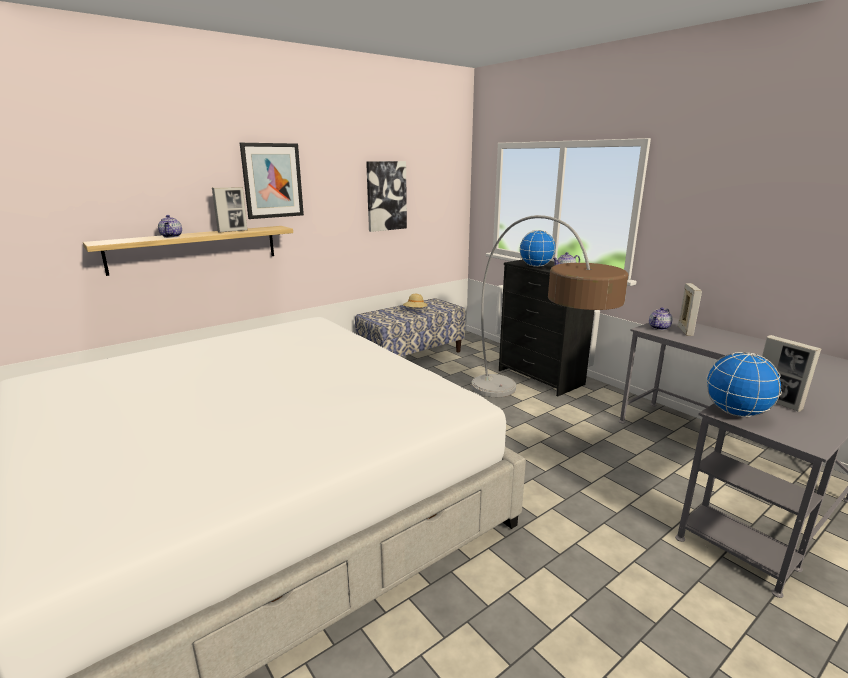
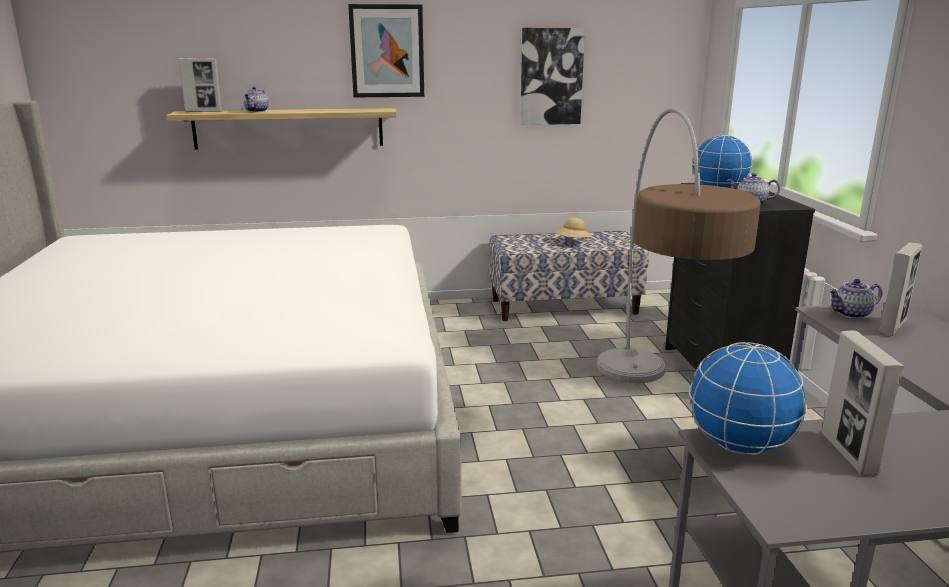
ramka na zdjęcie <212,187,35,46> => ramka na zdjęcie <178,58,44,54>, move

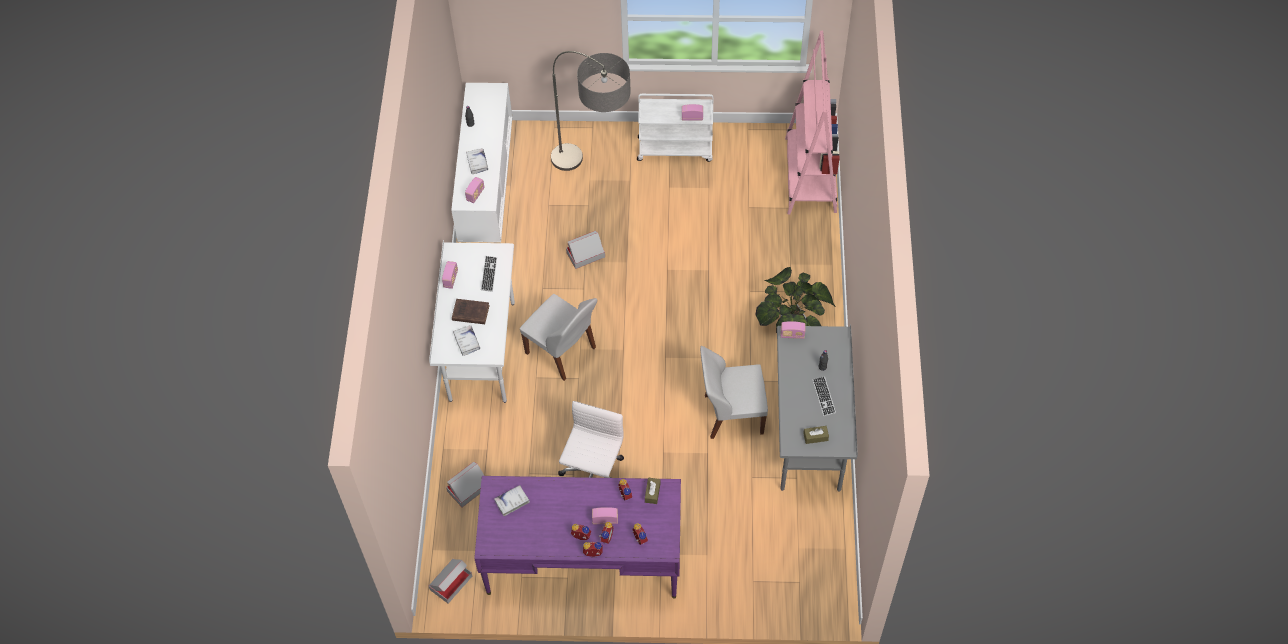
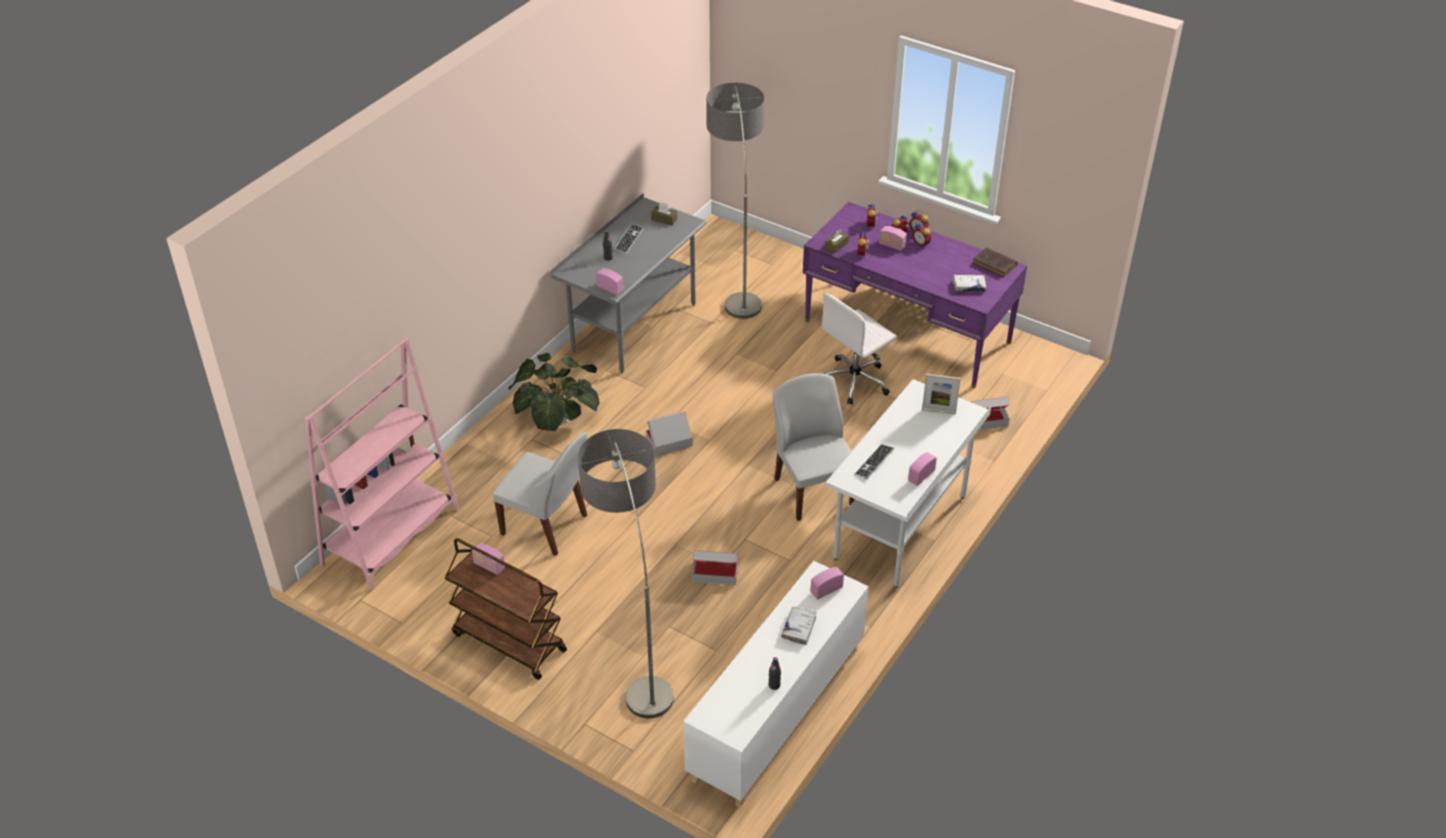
karton <429,559,43,45> => karton <646,411,47,45>, move
książka [brązowy] <452,299,38,25> => książka [brązowy] <972,247,46,31>, move
książka [biały] <453,325,27,31> => ramka na zdjęcie <922,374,39,40>
wózek [biały] <637,94,77,68> => wózek [brązowy] <444,538,123,142>
krzesło [biały] <700,346,68,93> => krzesło [biały] <492,432,96,124>, move
nothing => lampa stojąca <706,82,59,237>

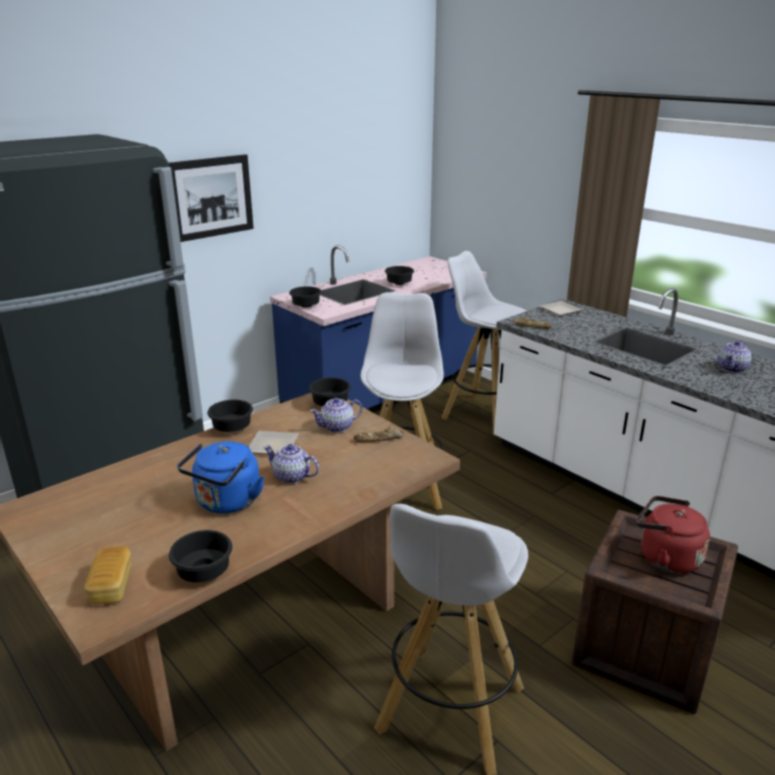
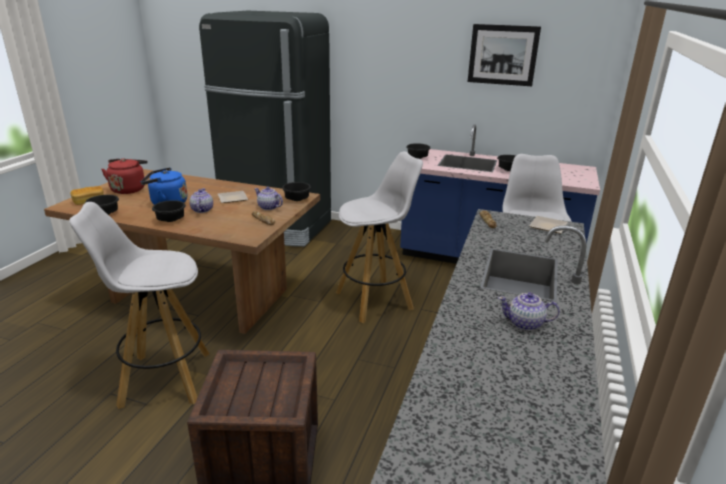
obraz <169,154,85,88> => obraz <468,24,73,62>, move
miska [czarny] <207,399,46,33> => miska [czarny] <152,200,34,22>, move
czajnik [czerwony] <636,496,74,78> => czajnik [czerwony] <101,158,47,36>, move

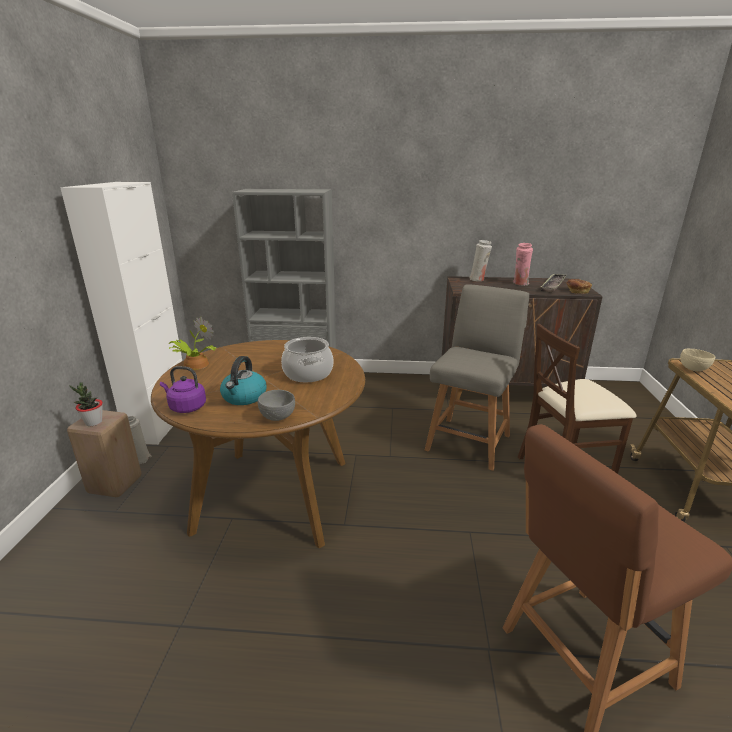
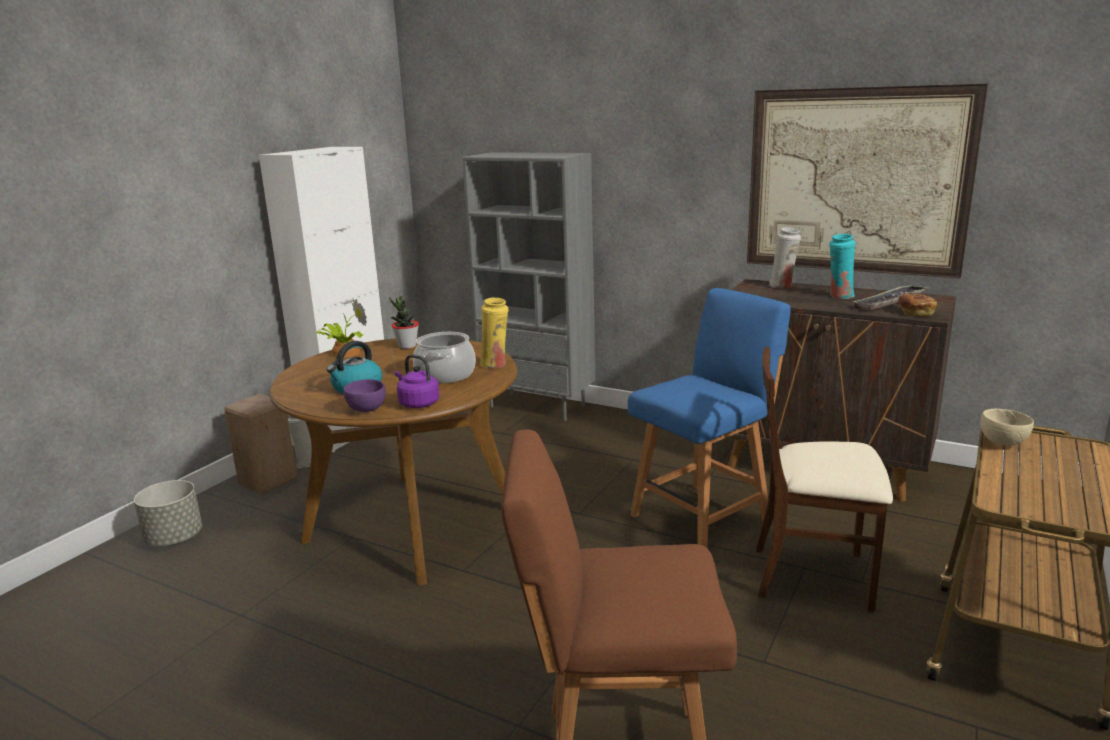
roślina doniczkowa <70,382,33,44> => roślina doniczkowa <389,296,30,53>, move
czajnik [fioletowy] <160,366,46,47> => czajnik [fioletowy] <395,354,44,54>, move
miska [szary] <258,390,37,31> => miska [fioletowy] <343,379,43,33>
krzesło [szary] <425,284,104,187> => krzesło [niebieski] <628,288,163,260>
wazon [różowy] <513,243,20,42> => wazon [turkusowy] <829,234,27,65>
nothing => donica [szary] <134,480,68,66>
nothing => wazon [żółty] <479,298,30,70>
nothing => obraz <747,83,241,196>

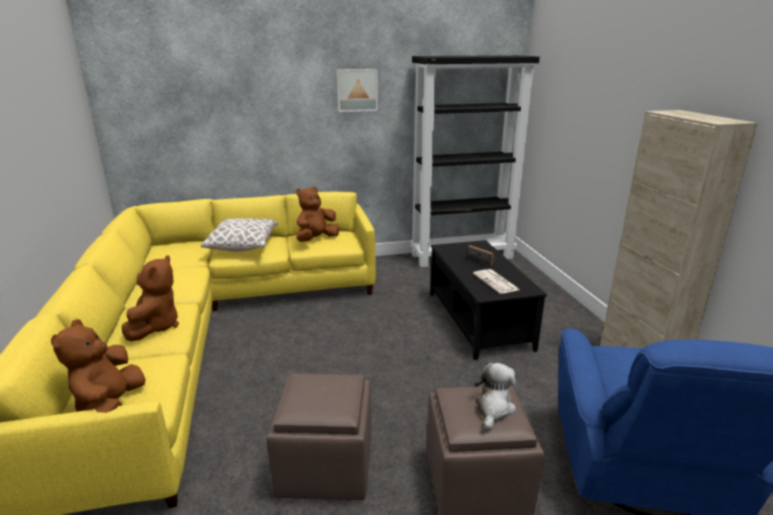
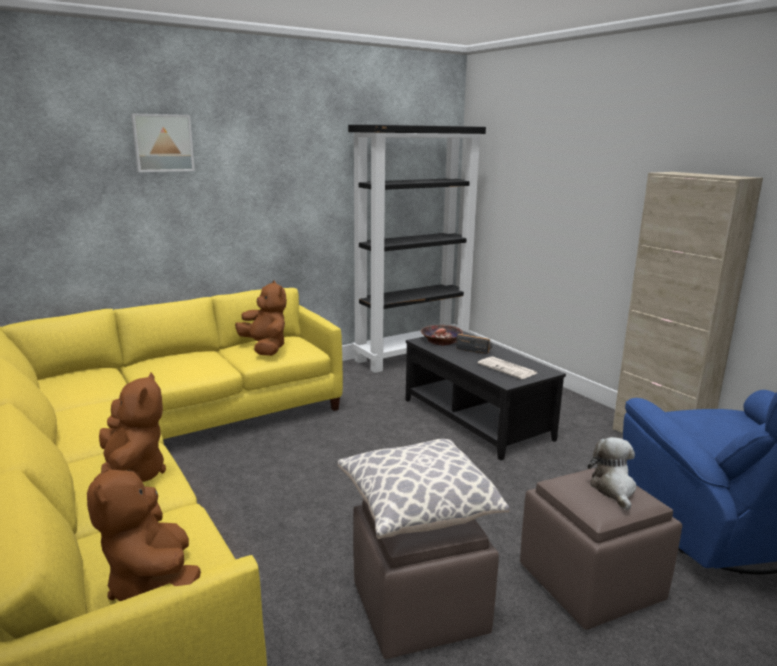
poduszka <201,218,77,34> => poduszka <338,439,171,100>, move
pluszak [brązowy] <296,187,43,55> => pluszak [brązowy] <235,280,52,76>, 120 degrees clockwise
obraz <337,69,41,43> => obraz <131,114,64,58>, move
nothing => miska <421,325,42,21>

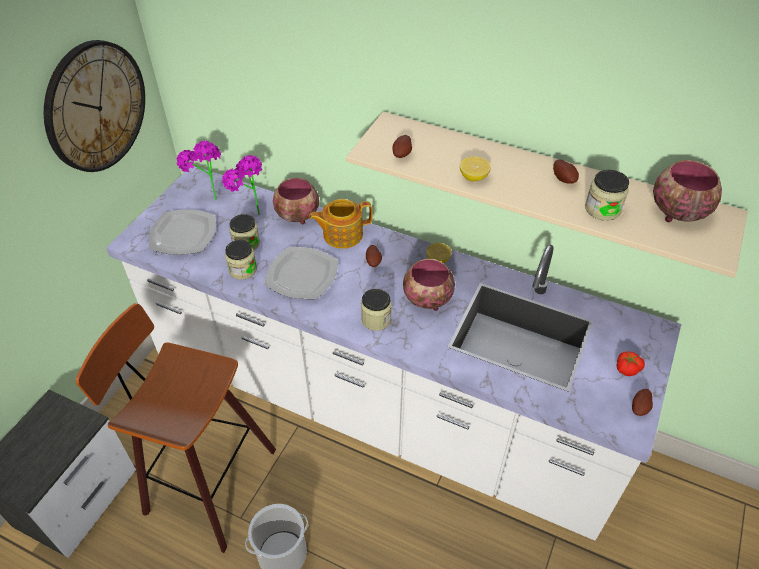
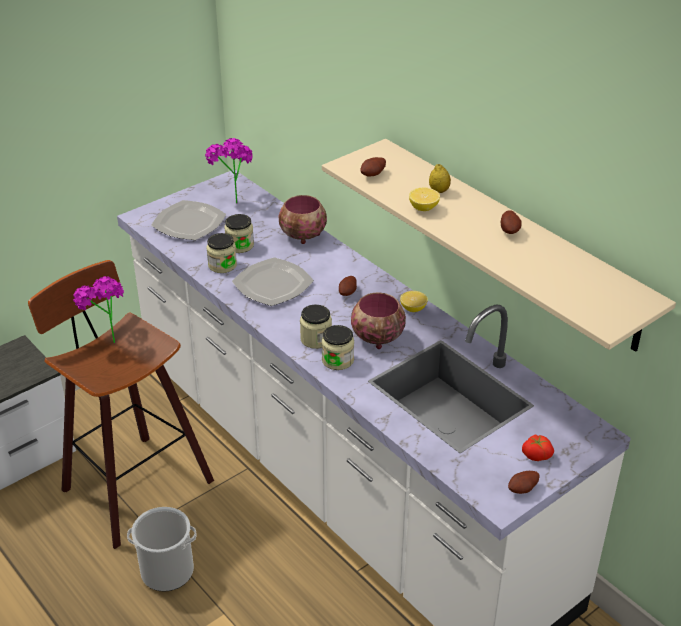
zegar ścienny <44,40,101,132> => nothing
roślina doniczkowa <222,155,40,60> => roślina doniczkowa <73,276,51,67>, move
imbryk <309,199,64,50> => nothing
słoik <585,170,44,51> => słoik <322,325,32,45>, move
miska <653,160,69,62> => nothing
nothing => cytryna <429,164,22,29>

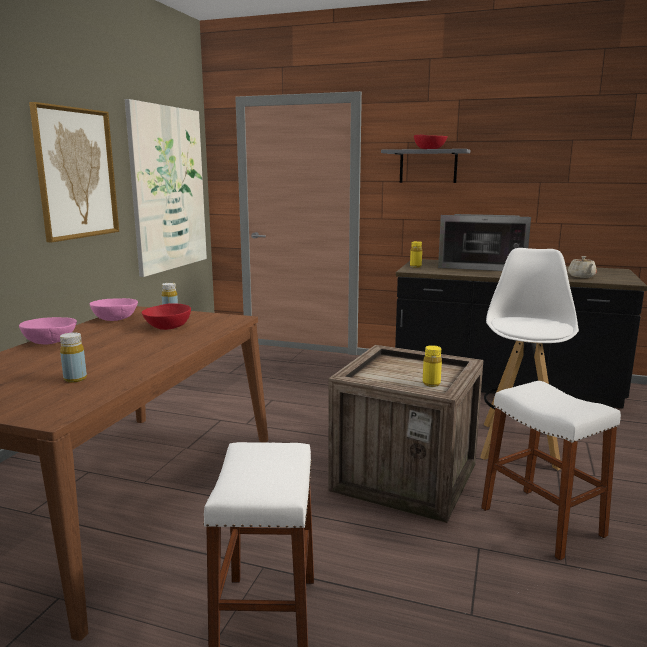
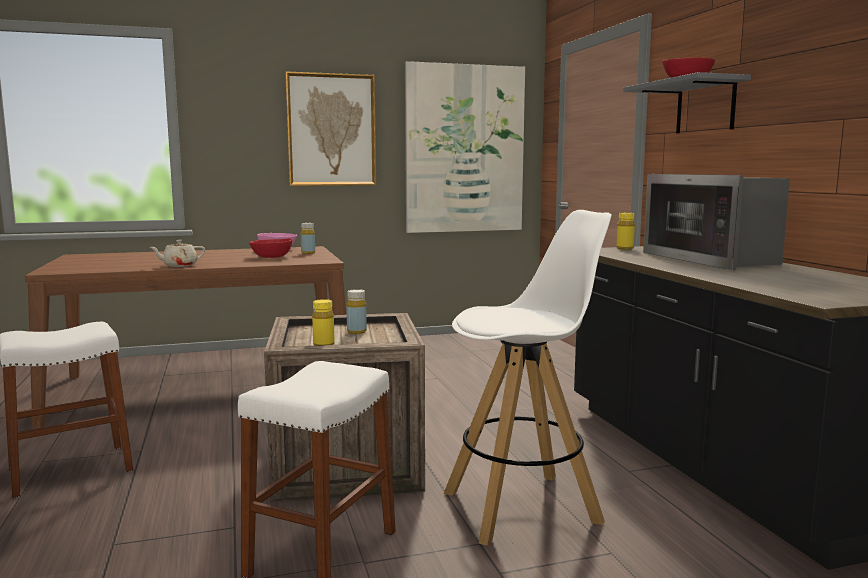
miska [różowy] <19,317,58,27> => nothing
butelka [żółty] <60,332,27,51> => butelka [żółty] <347,289,20,45>, move
imbryk [beżowy] <568,256,29,22> => imbryk [beżowy] <150,240,55,27>, move

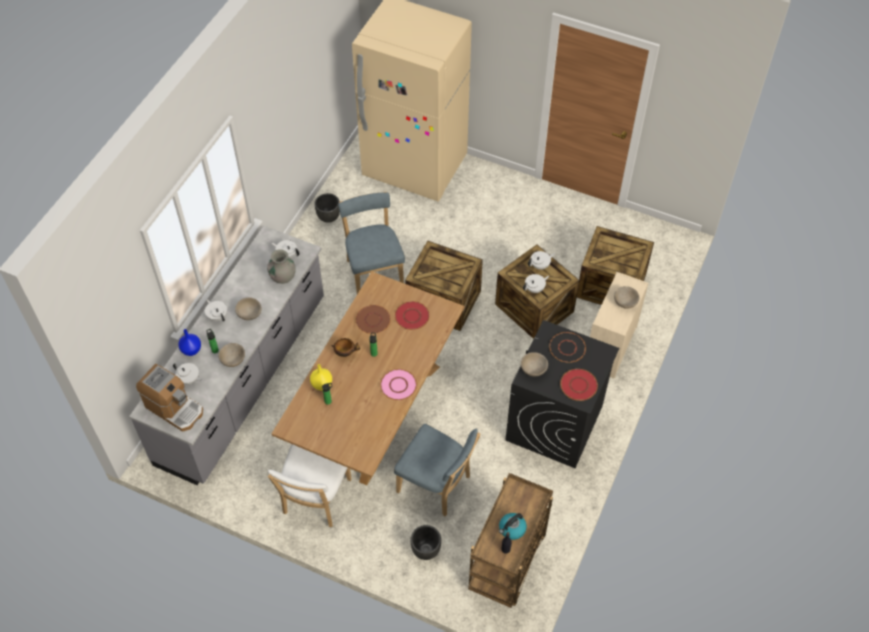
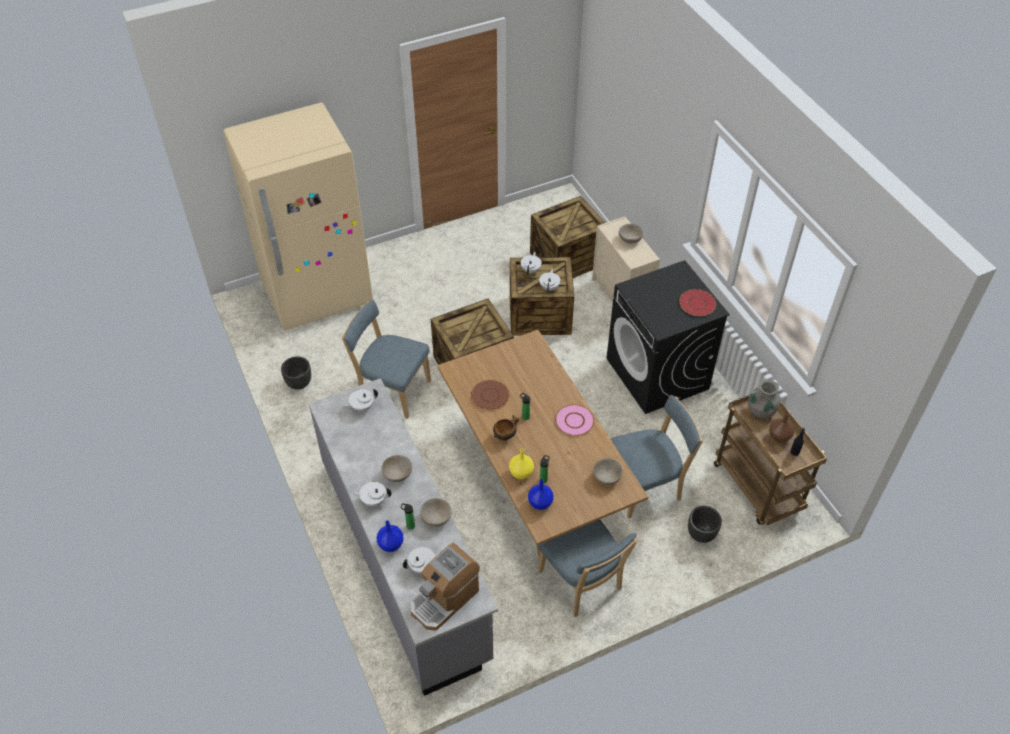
ekspres do kawy <136,364,67,68> => ekspres do kawy <410,543,70,88>, 150 degrees clockwise
wazon [szary] <267,249,29,35> => wazon [szary] <748,379,32,39>, move
krzesło [biały] <268,444,84,83> => krzesło [niebieski] <538,520,100,97>
talerz [czerwony] <395,301,35,29> => nothing
czajnik <499,513,28,27> => wazon [brązowy] <769,412,25,31>
miska [beżowy] <521,352,27,25> => miska [beżowy] <593,458,30,27>, move
talerz [czarny] <549,332,37,31> => nothing
nothing => wazon [niebieski] <528,479,26,31>

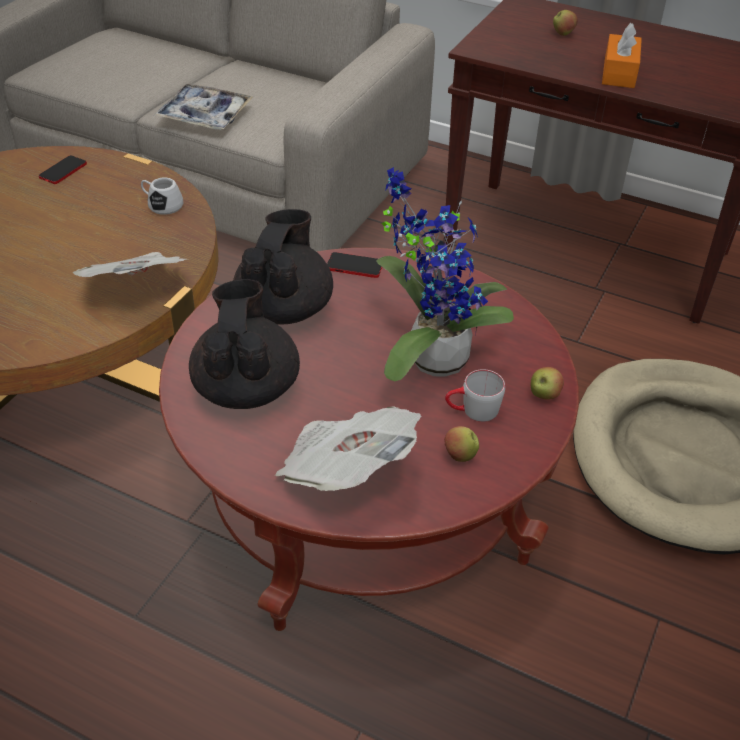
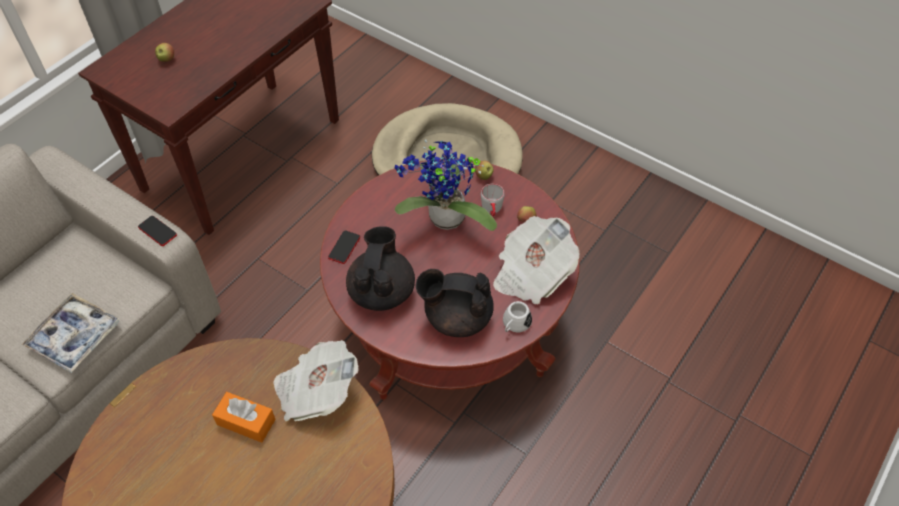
telefon <39,155,48,29> => telefon <138,216,39,30>, move
kubek [biały] <141,177,42,38> => kubek [biały] <503,301,29,31>, move
imbryk [czarny] <233,209,100,115> => imbryk [czarny] <346,226,69,85>, 75 degrees clockwise
pudełko chusteczek [pomarańczowy] <602,23,40,65> => pudełko chusteczek [pomarańczowy] <212,392,64,51>, move

